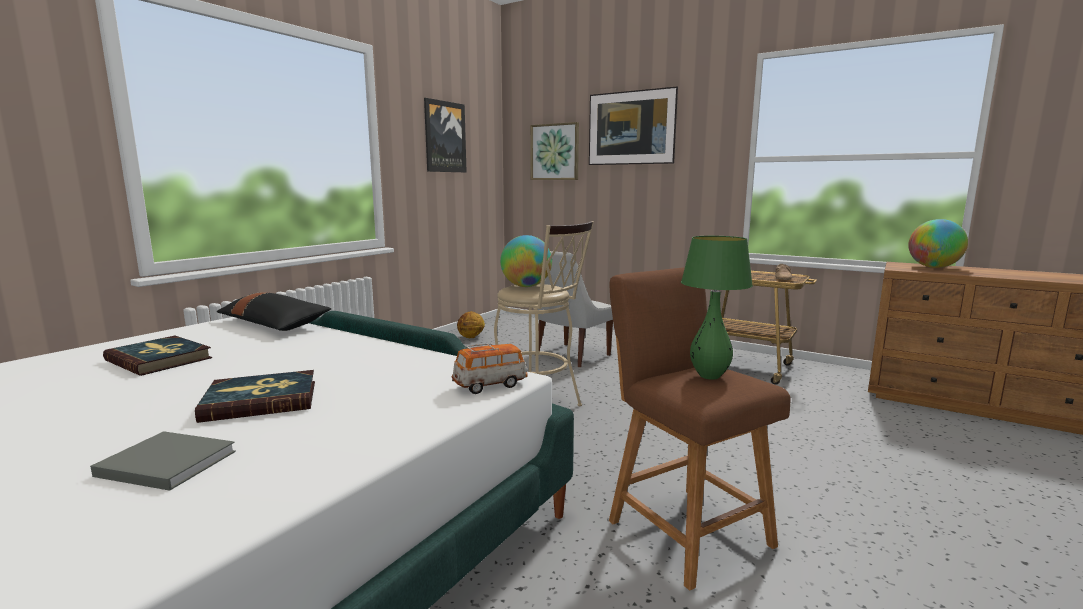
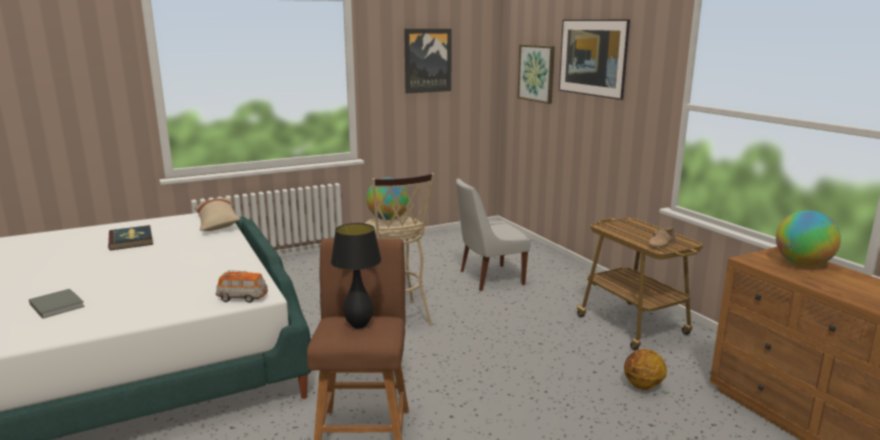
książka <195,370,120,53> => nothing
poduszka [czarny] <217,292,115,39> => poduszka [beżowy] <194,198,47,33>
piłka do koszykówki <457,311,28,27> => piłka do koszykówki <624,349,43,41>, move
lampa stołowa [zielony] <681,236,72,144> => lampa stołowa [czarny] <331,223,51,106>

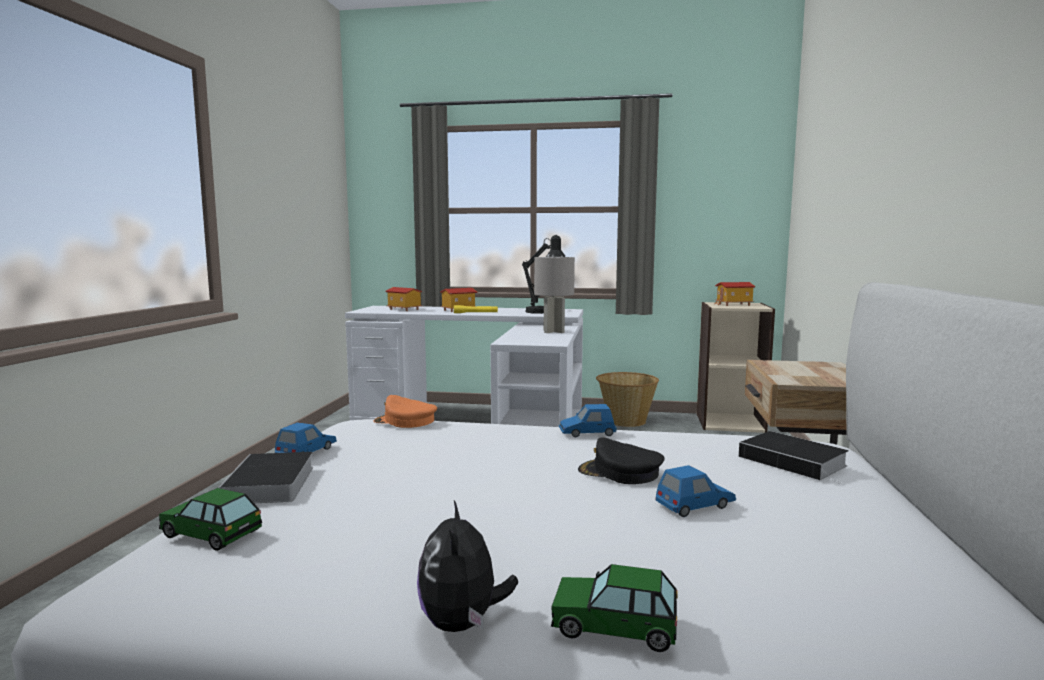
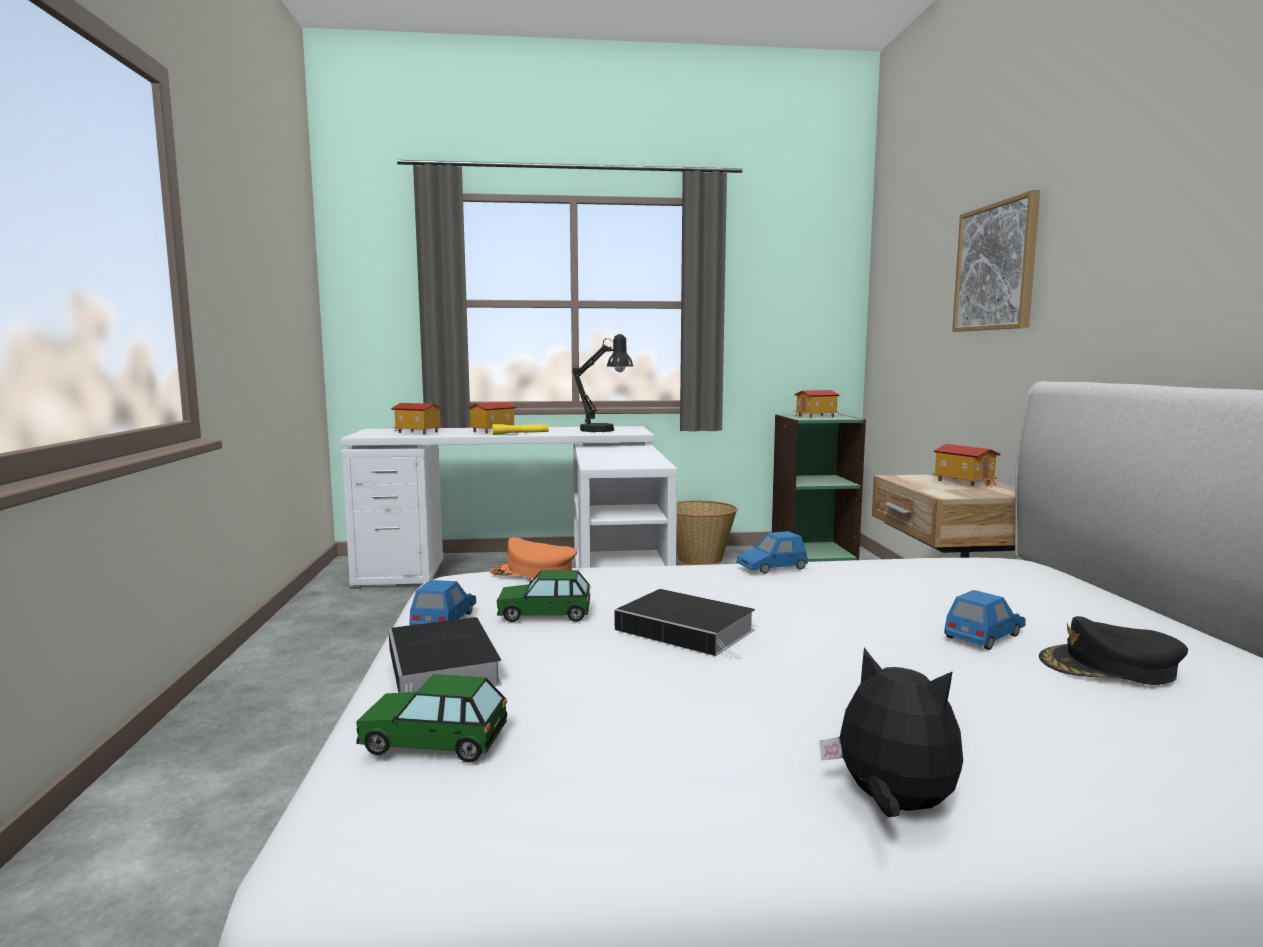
pluszak <417,501,101,131> => pluszak <819,647,144,170>, 150 degrees clockwise
lampa stołowa [szary] <534,257,41,76> => nothing
samochodzik <551,564,127,88> => samochodzik <497,570,93,52>, move
czapka z daszkiem [czarny] <578,437,87,47> => czapka z daszkiem [czarny] <1039,616,149,69>, move
regał [beżowy] <697,302,78,131> => regał [zielony] <772,414,94,148>
książka <739,431,110,53> => książka <615,589,140,70>, move
nothing => domek <932,444,69,43>
nothing => obraz <952,190,88,142>

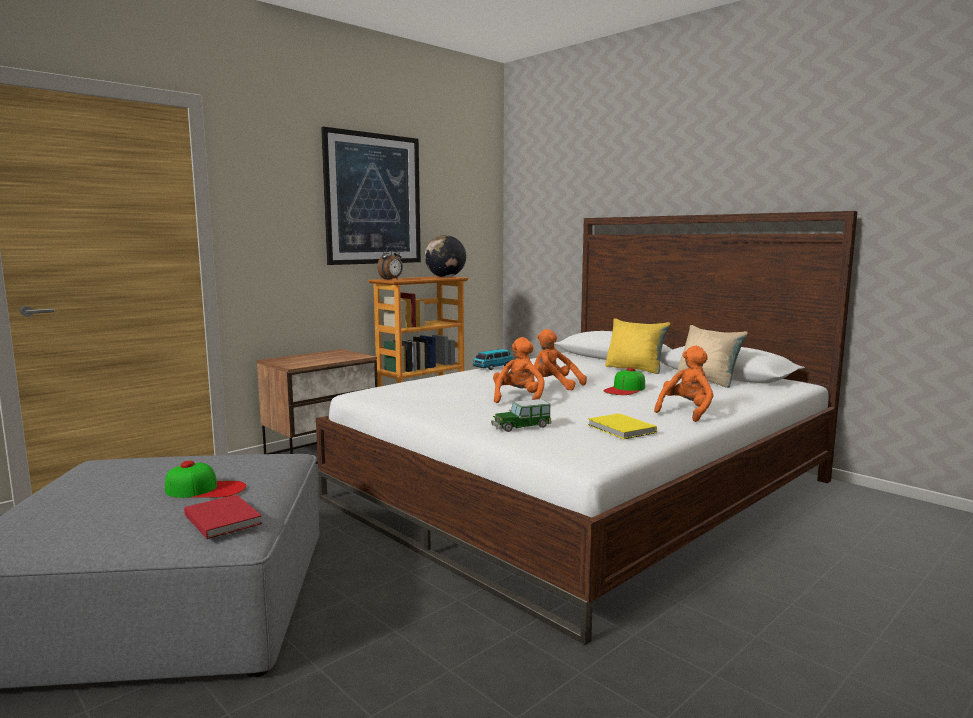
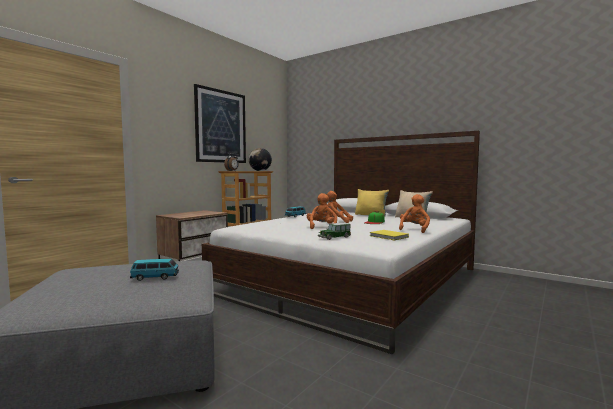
czapka z daszkiem <165,461,81,37> => samochodzik <130,259,49,22>
książka [czerwony] <184,495,78,44> => nothing

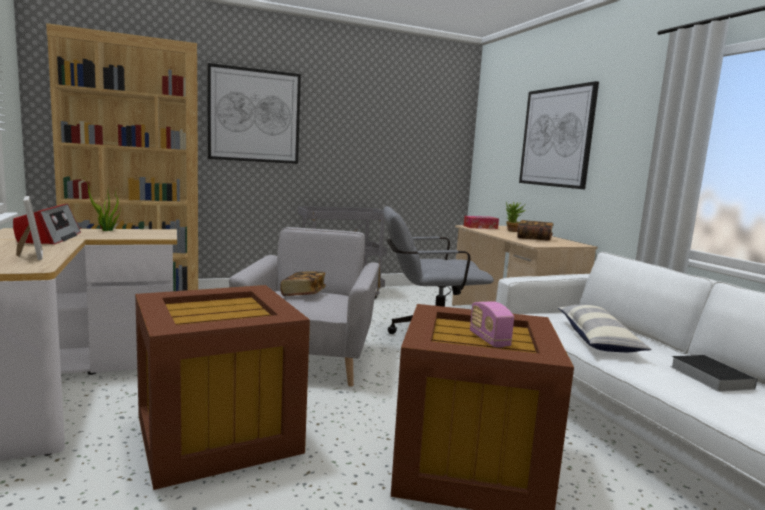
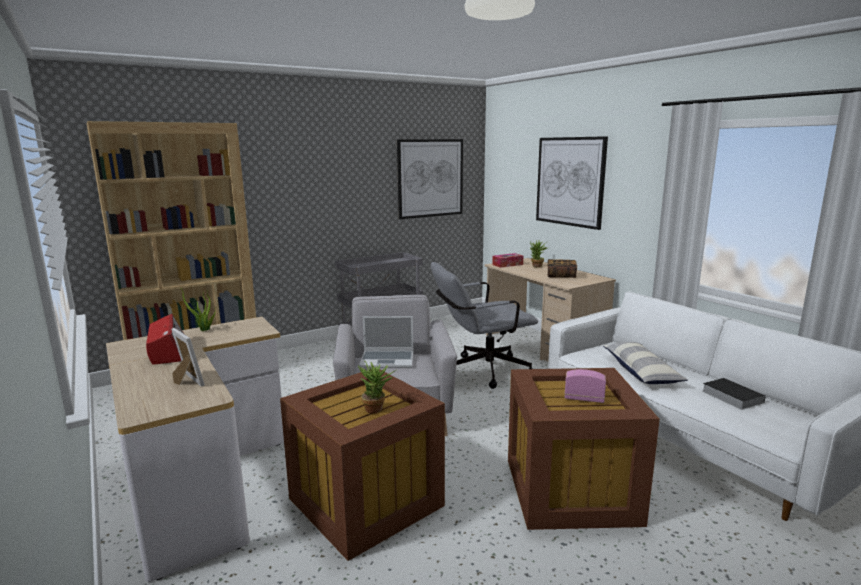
obraz <208,63,93,101> => obraz <397,139,66,80>, move
książka <280,271,46,25> => laptop <359,316,54,52>
radio <470,301,44,47> => radio <564,369,42,34>, 135 degrees clockwise
nothing => roślina doniczkowa <357,361,39,53>

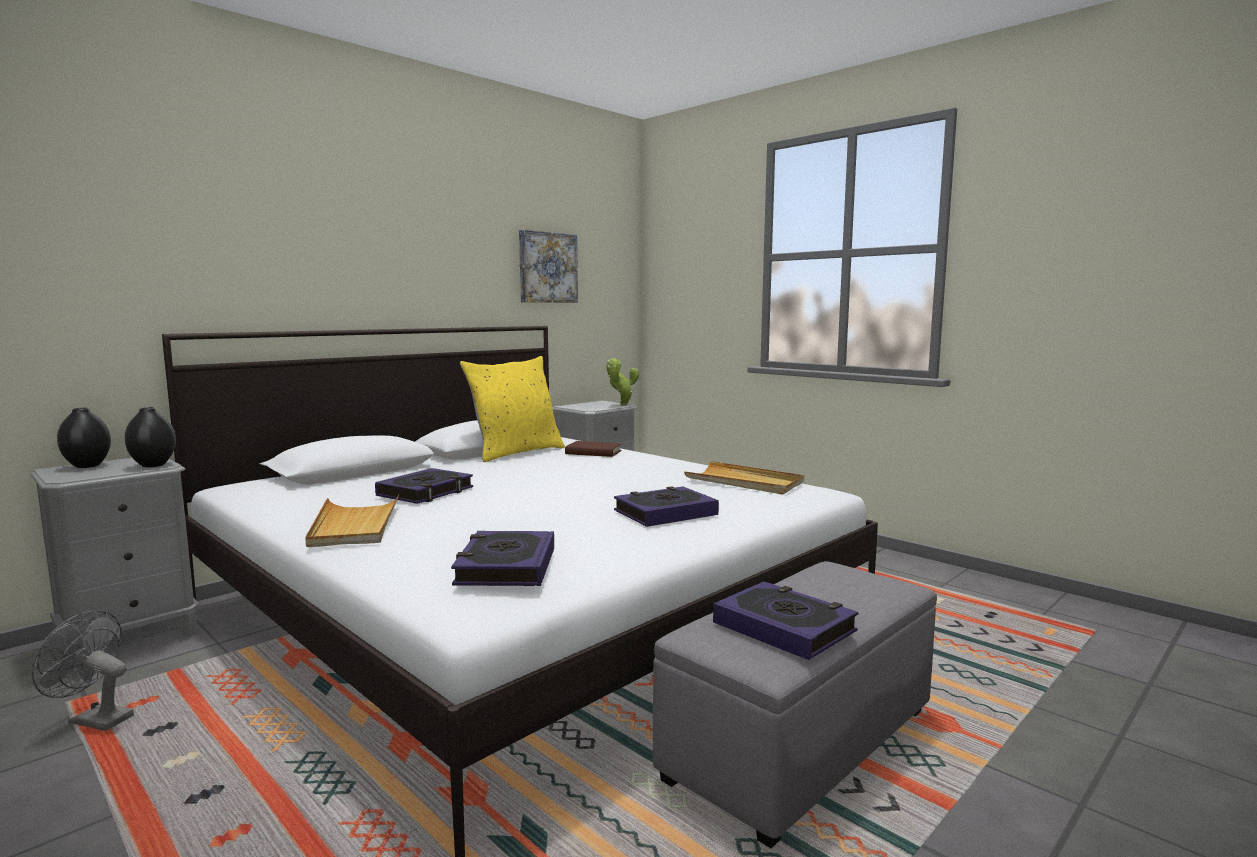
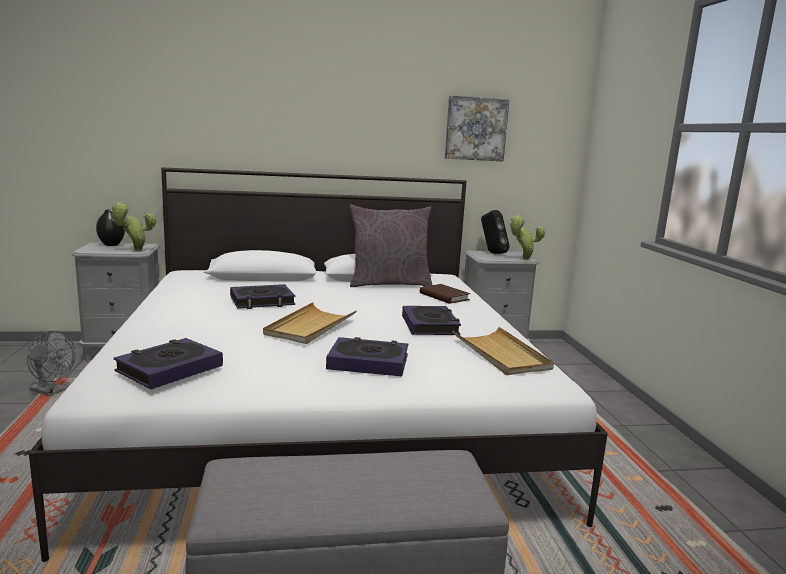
wentylator [szary] <32,610,102,121> => wentylator [szary] <27,330,48,66>, 150 degrees clockwise
wazon [czarny] <125,407,51,60> => roślina doniczkowa <110,202,46,49>
taca [beżowy] <305,494,94,53> => taca [beżowy] <263,302,94,42>, move
poduszka [żółty] <460,356,105,106> => poduszka [szary] <350,205,82,82>
książka <713,581,145,79> => książka <402,306,59,29>, move
nothing => głośnik [czarny] <481,210,28,44>

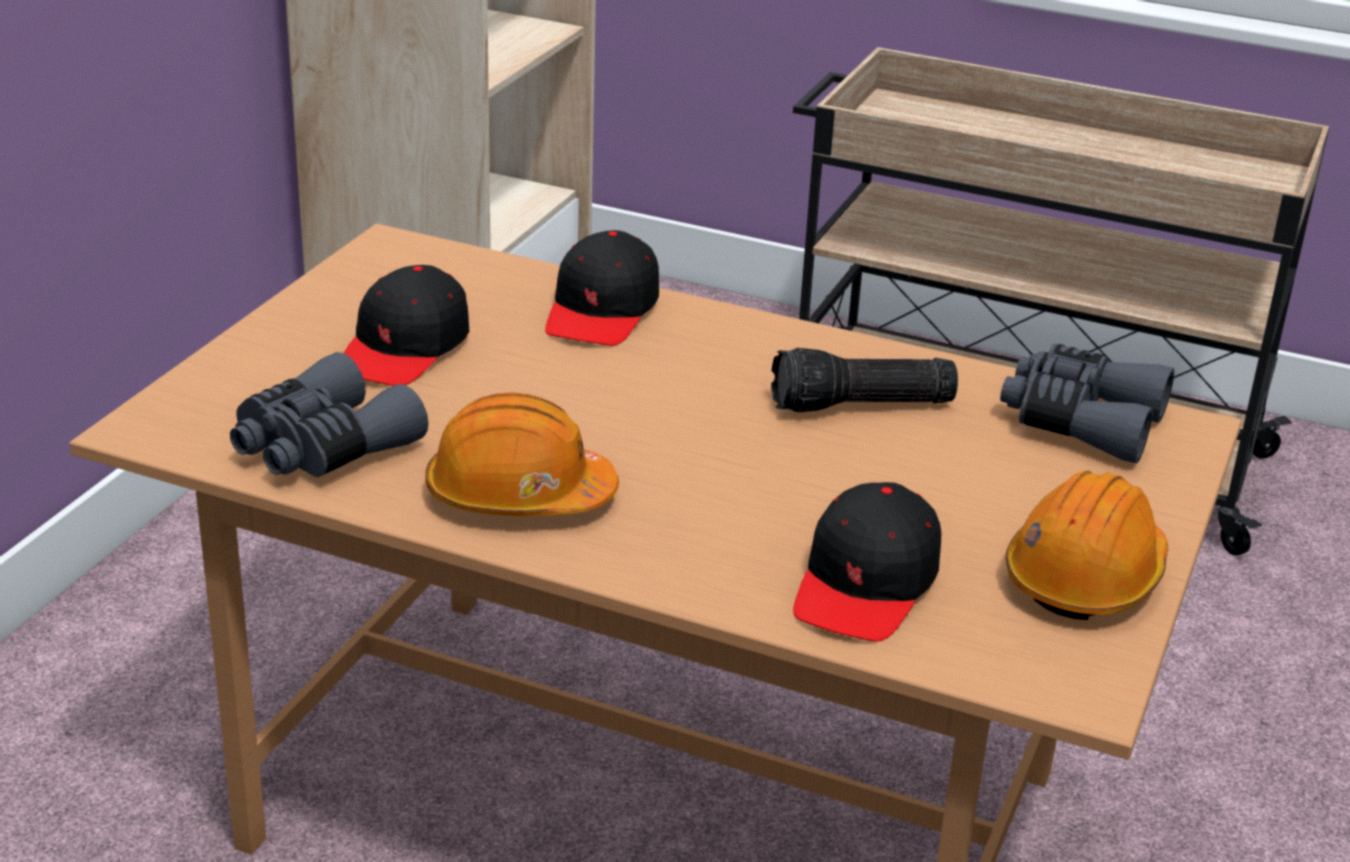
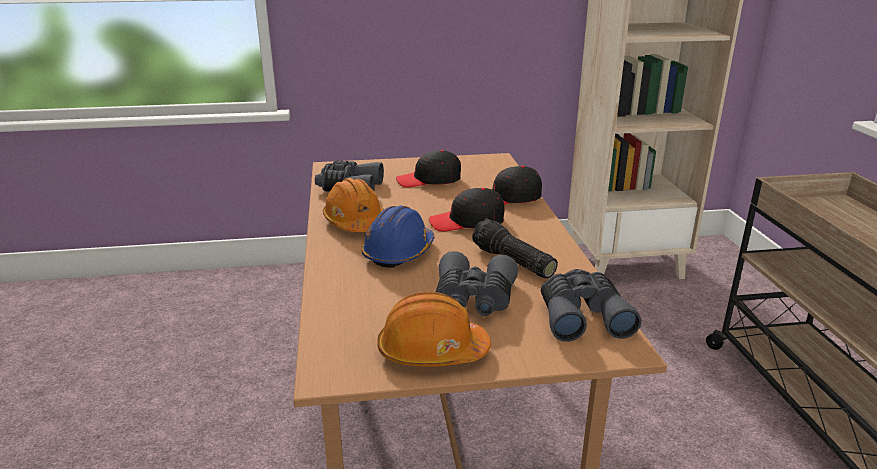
czapka z daszkiem [czarny] <793,482,148,160> => czapka z daszkiem [czarny] <429,188,75,43>, move
nothing => kask [niebieski] <361,206,74,62>
nothing => lornetka [szary] <436,251,82,65>

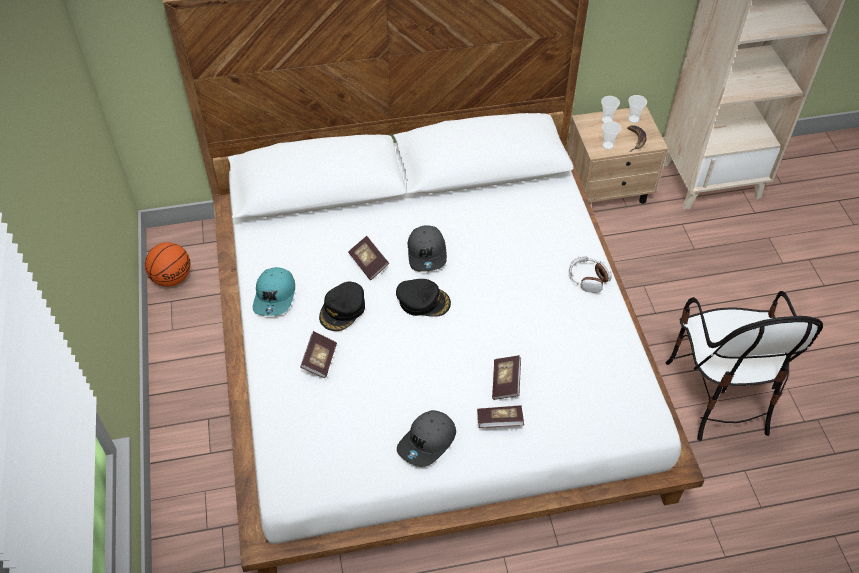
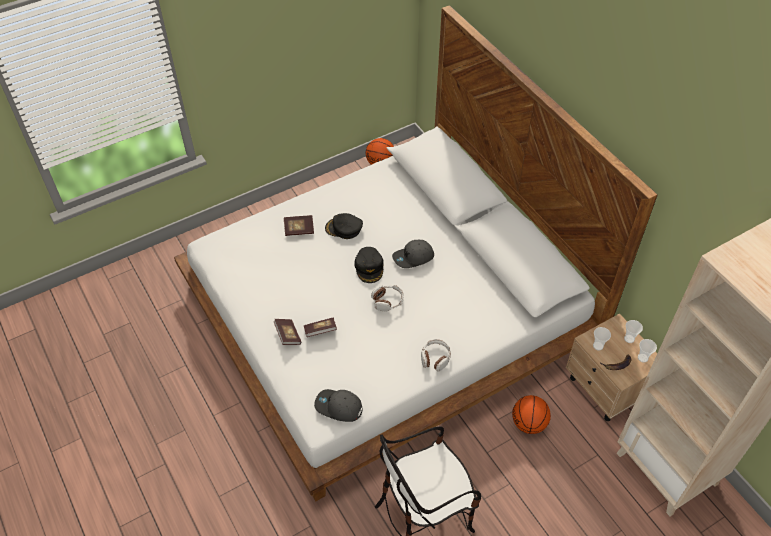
czapka z daszkiem [turkusowy] <253,267,42,49> => nothing
książka <348,236,41,44> => nothing
czapka z daszkiem [szary] <397,410,59,57> => czapka z daszkiem [szary] <314,389,49,33>, move
nothing => słuchawki <371,285,33,27>
nothing => piłka do koszykówki <512,395,39,39>

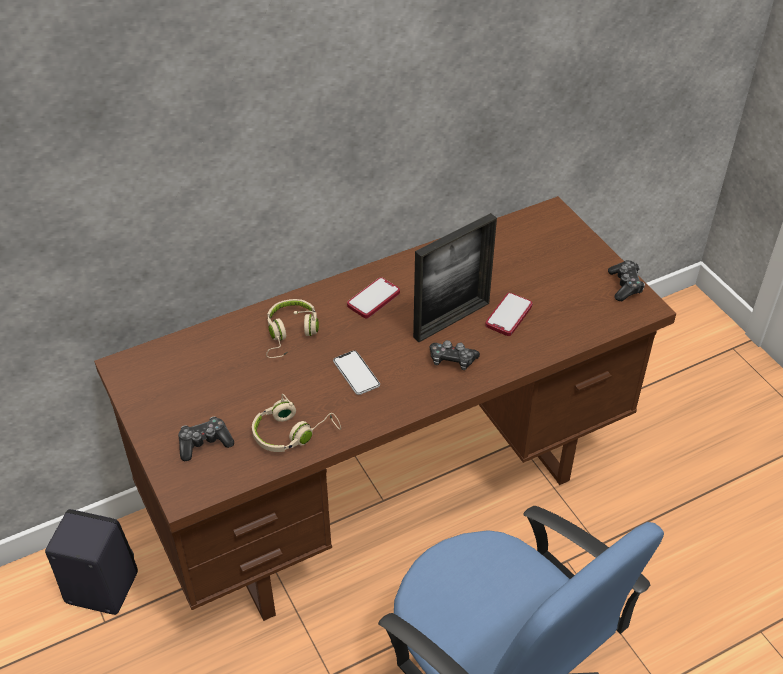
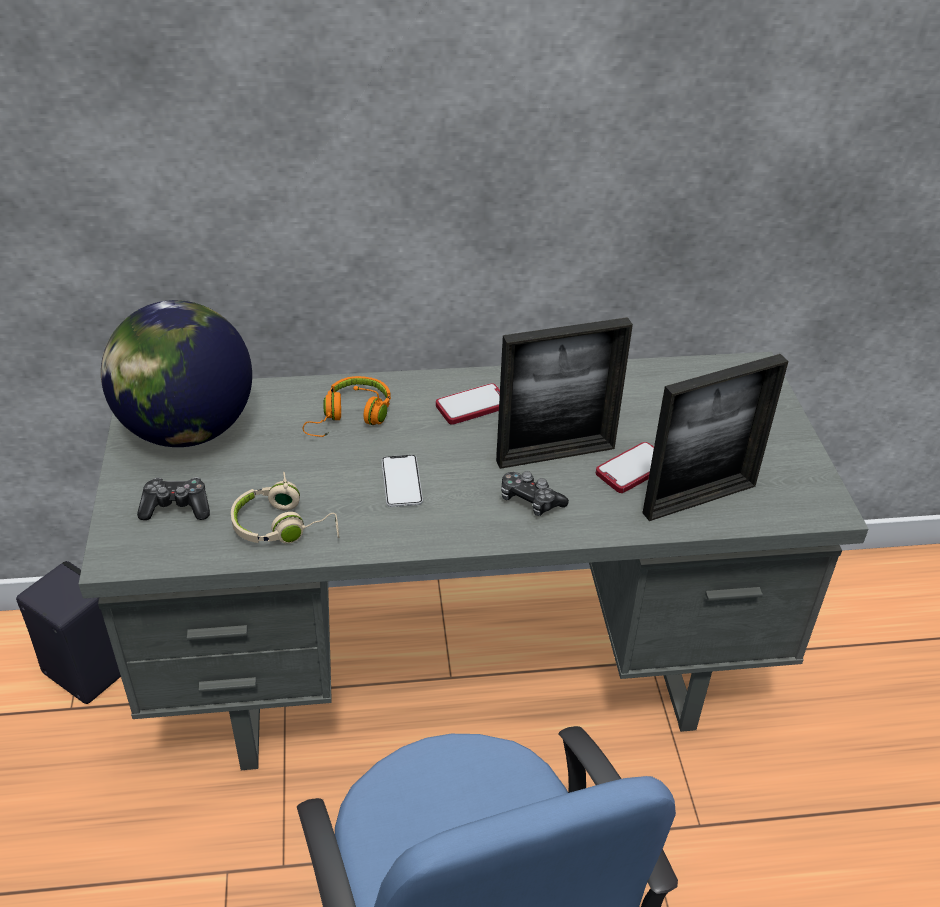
biurko [brązowy] <94,196,582,425> => biurko [szary] <79,352,789,418>
słuchawki [beżowy] <266,299,53,59> => słuchawki [pomarańczowy] <302,376,89,61>
pad do gier <608,260,37,41> => nothing
nothing => globus <101,300,151,147>
nothing => ramka na zdjęcie <643,354,146,167>

